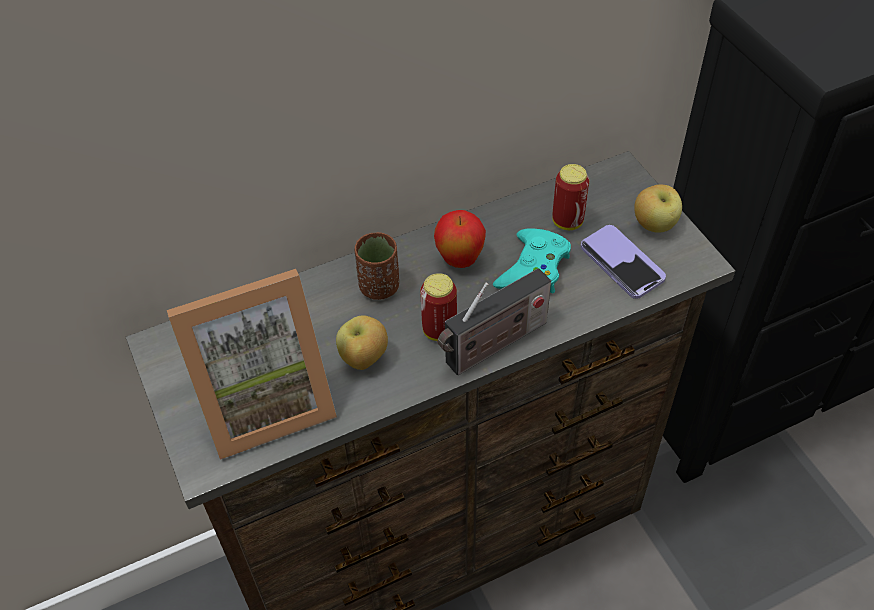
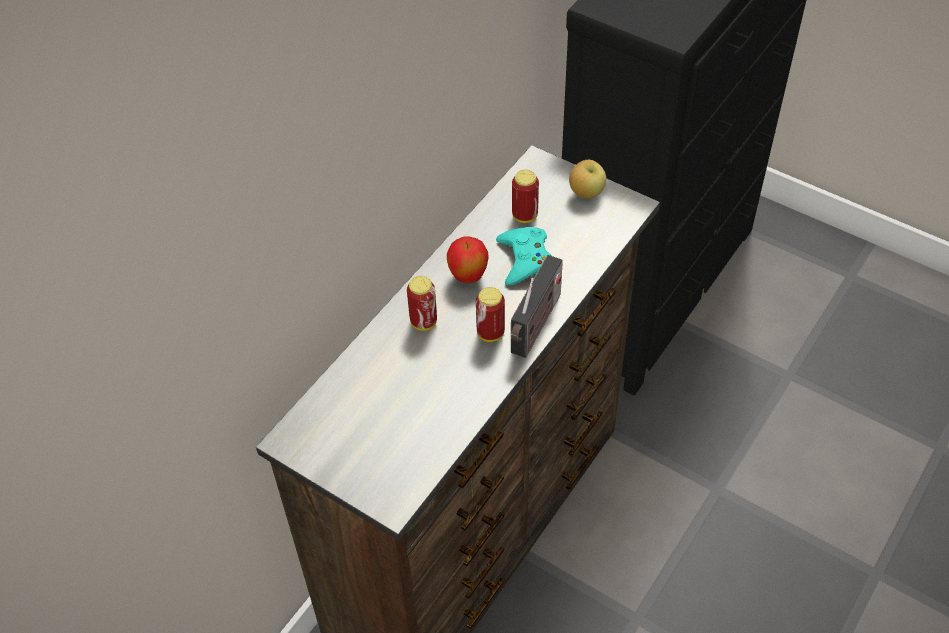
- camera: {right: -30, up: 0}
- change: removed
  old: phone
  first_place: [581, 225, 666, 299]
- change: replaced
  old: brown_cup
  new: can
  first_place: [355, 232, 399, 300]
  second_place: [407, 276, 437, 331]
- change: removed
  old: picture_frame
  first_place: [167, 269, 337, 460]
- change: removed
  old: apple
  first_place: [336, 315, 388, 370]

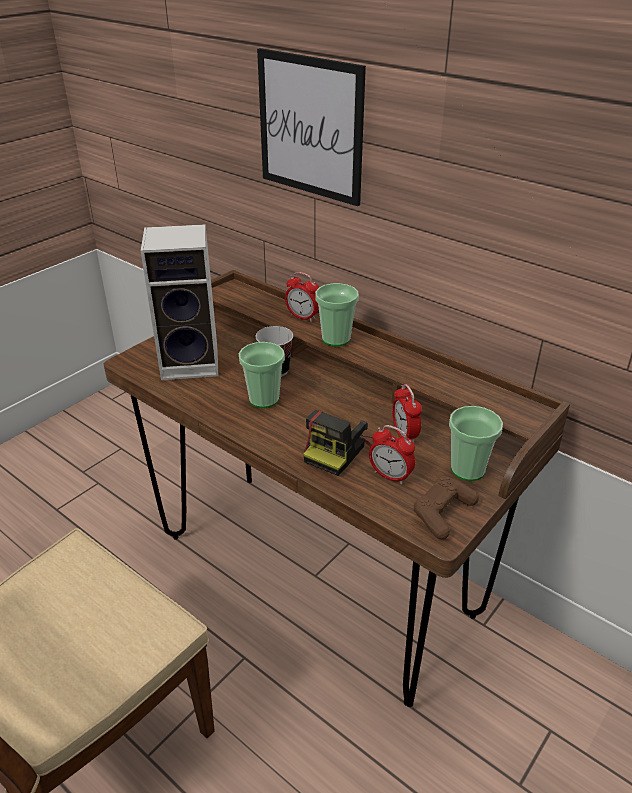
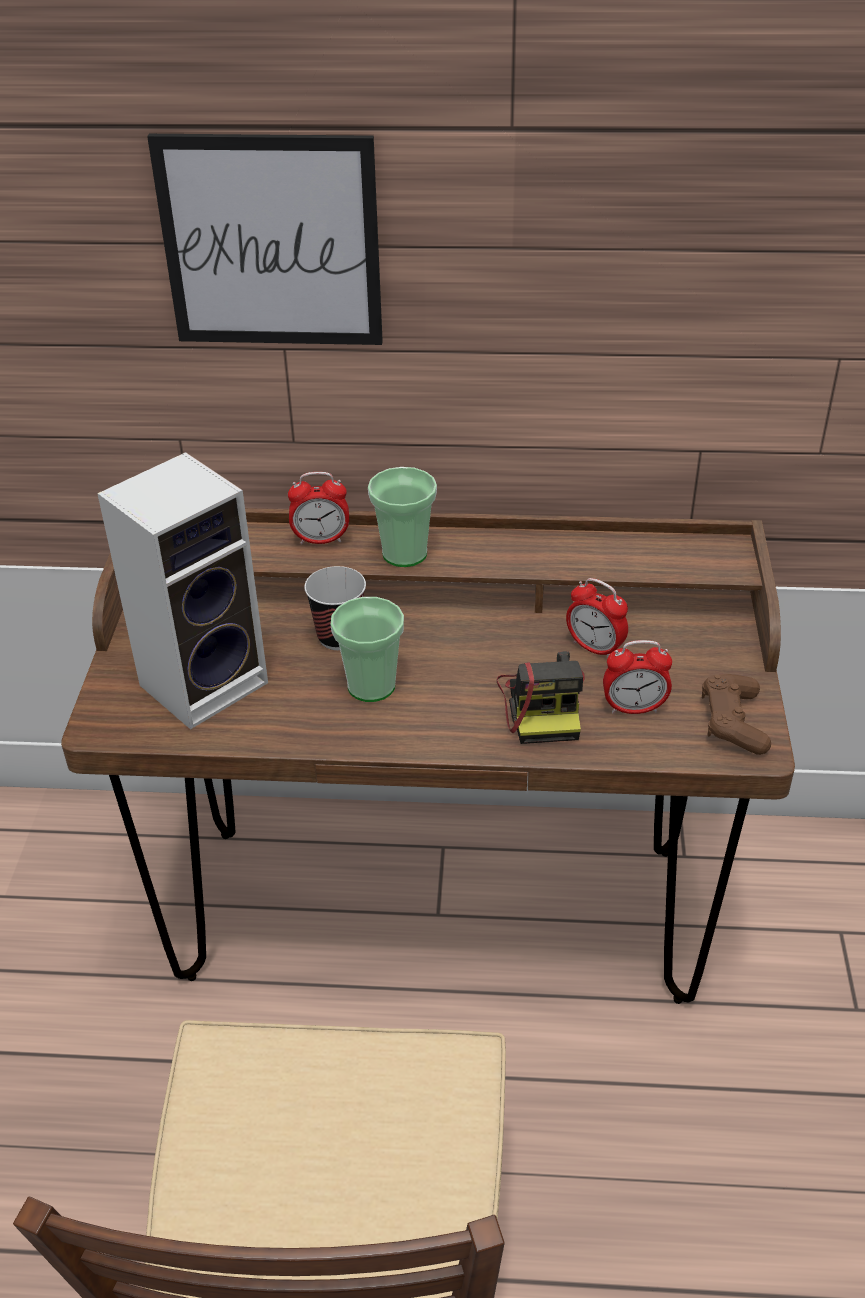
- camera: {right: -35, up: 5}
- change: removed
  old: cup
  first_place: [449, 406, 503, 481]

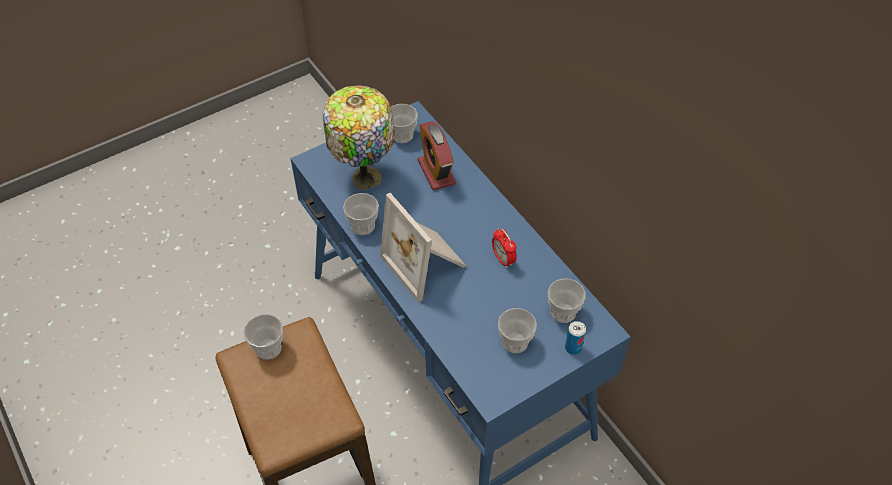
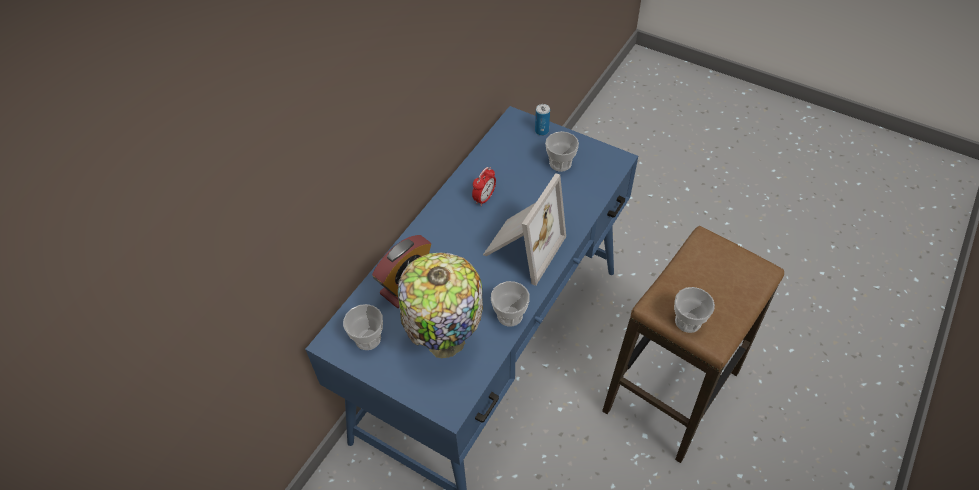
- camera: {right: -115, up: 0}
- change: removed
  old: cup
  first_place: [548, 278, 586, 323]

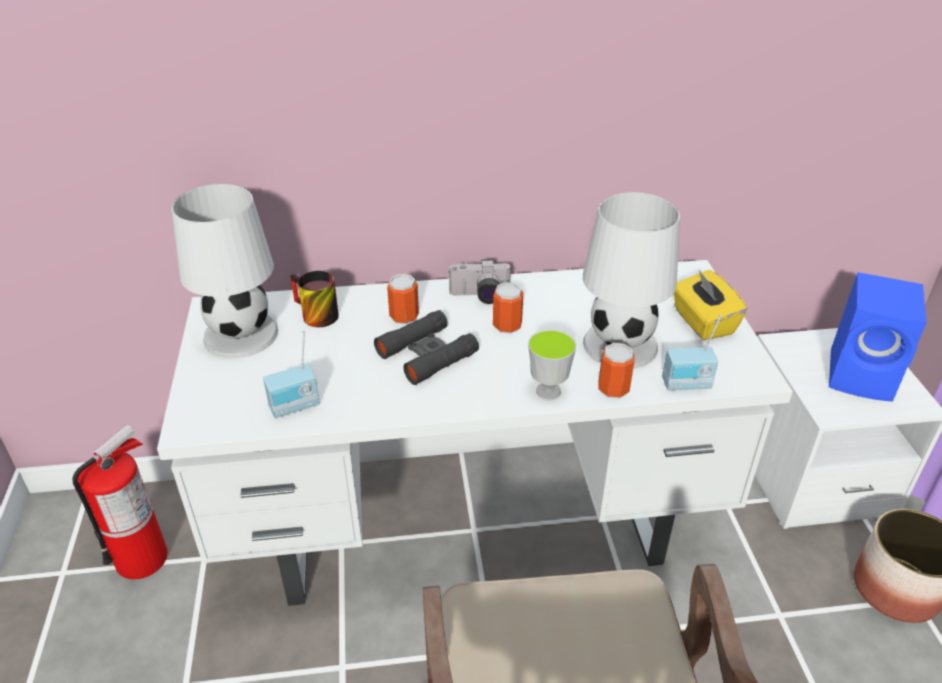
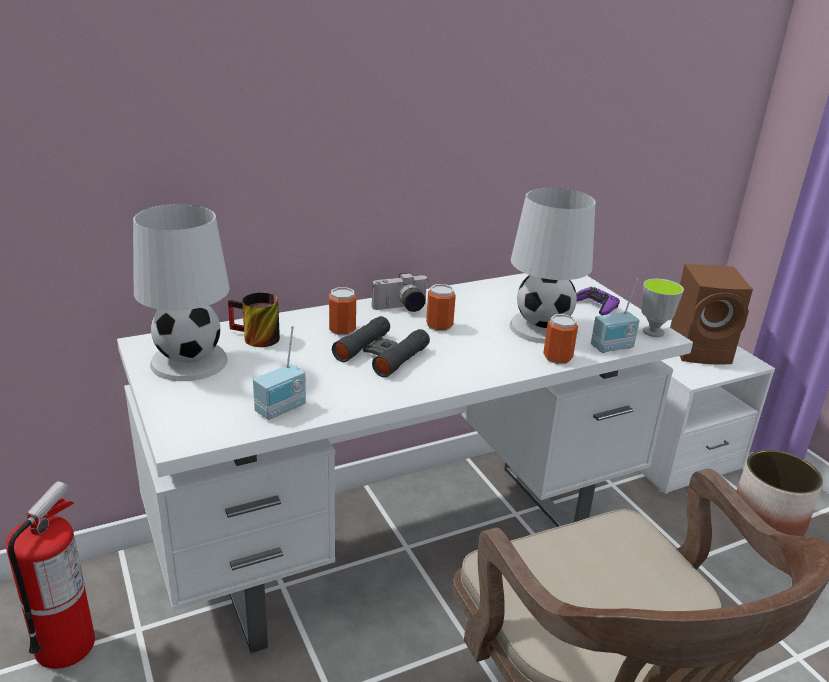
- camera: {right: -20, up: -10}
- change: replaced
  old: yellow_tissue_box
  new: purple_game_controller
  first_place: [674, 270, 747, 340]
  second_place: [576, 287, 620, 315]
- change: recoloured
  old: blue_speaker
  new: brown_speaker
  first_place: [829, 272, 927, 402]
  second_place: [670, 264, 753, 365]
- change: moved
  old: cup
  first_place: [528, 329, 576, 400]
  second_place: [642, 279, 684, 337]

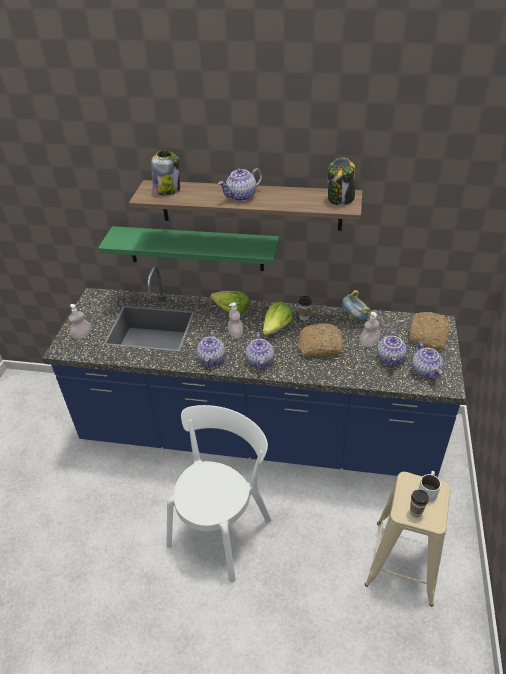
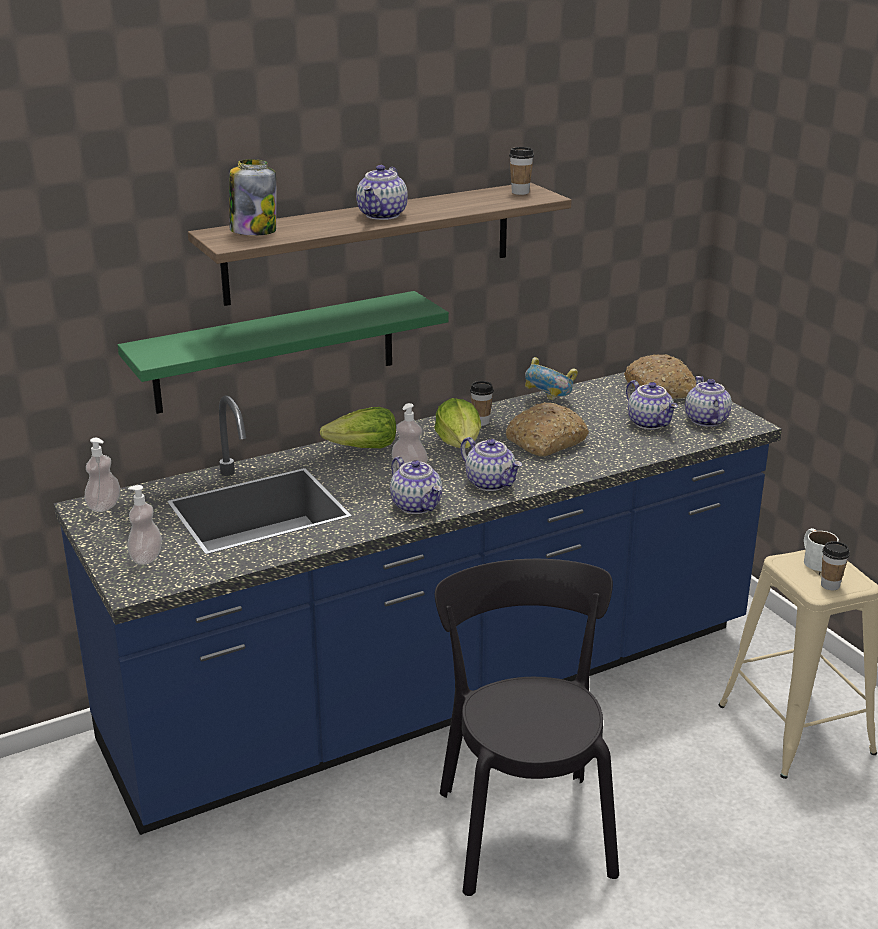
- camera: {right: -40, up: -15}
- change: replaced
  old: jar
  new: cup
  first_place: [328, 158, 355, 206]
  second_place: [509, 147, 534, 195]
- change: moved
  old: soap_dispenser
  first_place: [360, 312, 381, 347]
  second_place: [84, 438, 120, 512]
- change: turned
  old: teapot
  first_place: [412, 341, 443, 380]
  second_place: [685, 376, 732, 427]
  degrees: -135
- change: recoloured
  old: white_chair
  new: black_chair
  first_place: [166, 405, 272, 583]
  second_place: [435, 559, 619, 896]

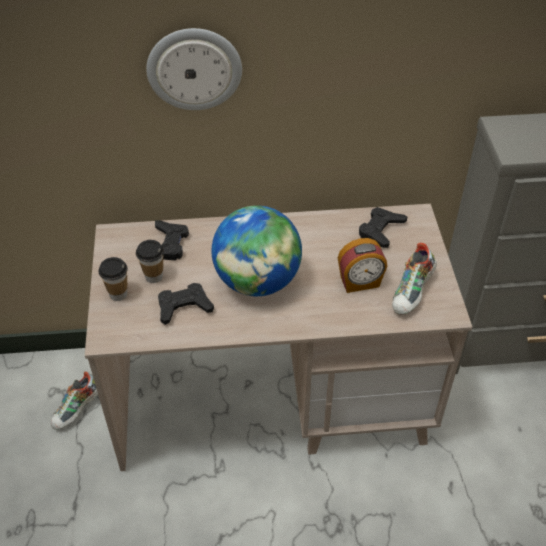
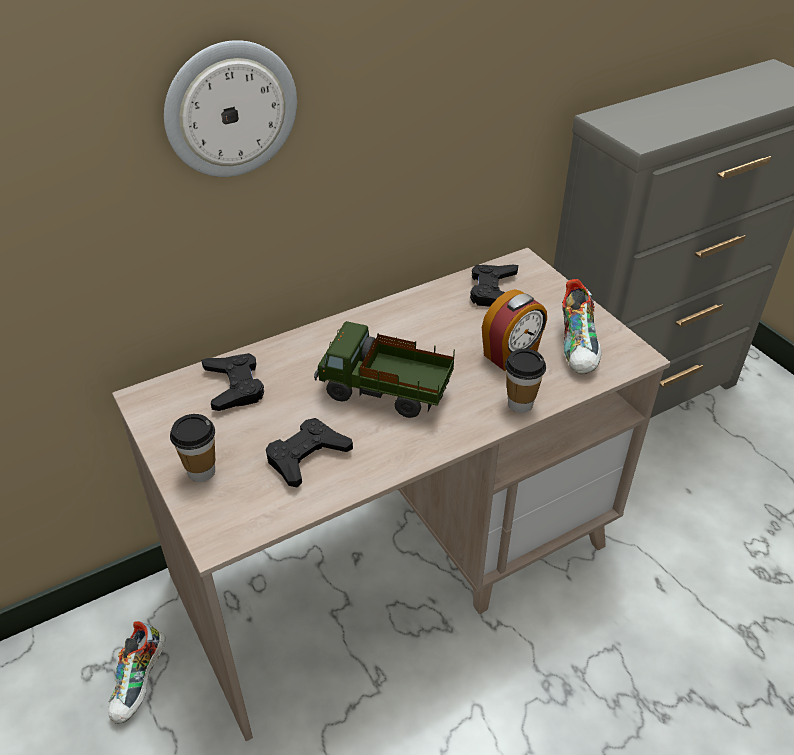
- camera: {right: -25, up: -5}
- change: replaced
  old: globe
  new: toy_truck
  first_place: [212, 206, 302, 296]
  second_place: [314, 321, 455, 418]
- change: moved
  old: cup
  first_place: [136, 240, 164, 283]
  second_place: [505, 349, 546, 413]

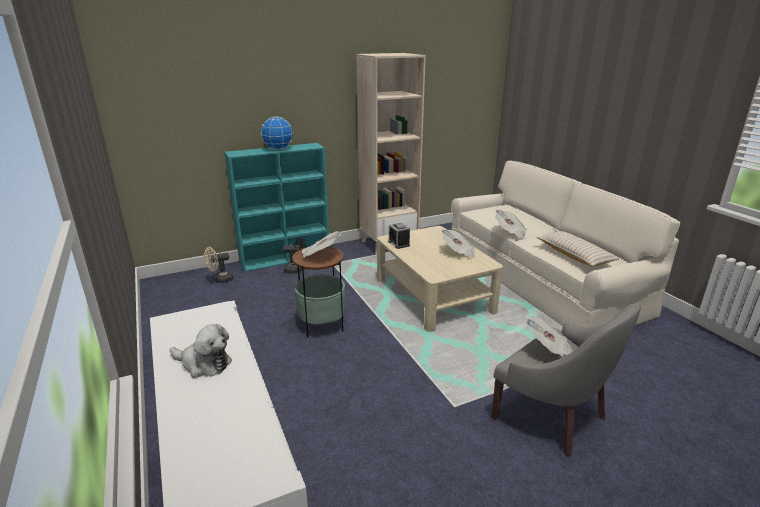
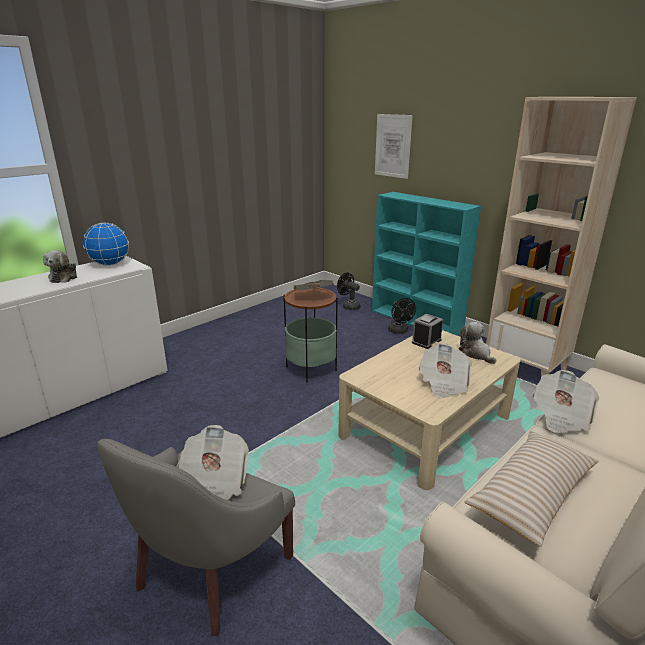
- camera: {right: 70, up: 0}
- change: moved
  old: globe
  first_place: [261, 116, 293, 149]
  second_place: [83, 222, 129, 266]
- change: recoloured
  old: beige_fan
  new: black_fan
  first_place: [204, 247, 234, 283]
  second_place: [337, 272, 361, 310]
- change: added
  new: picture
  second_place: [375, 114, 413, 179]
- change: added
  new: plush_toy
  second_place: [459, 322, 496, 364]

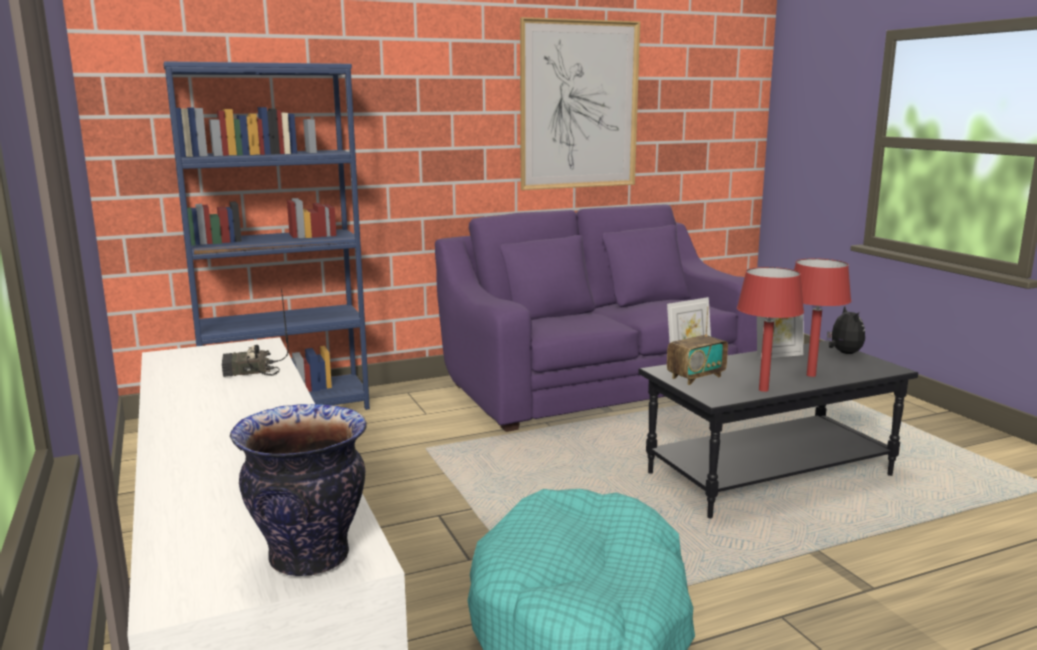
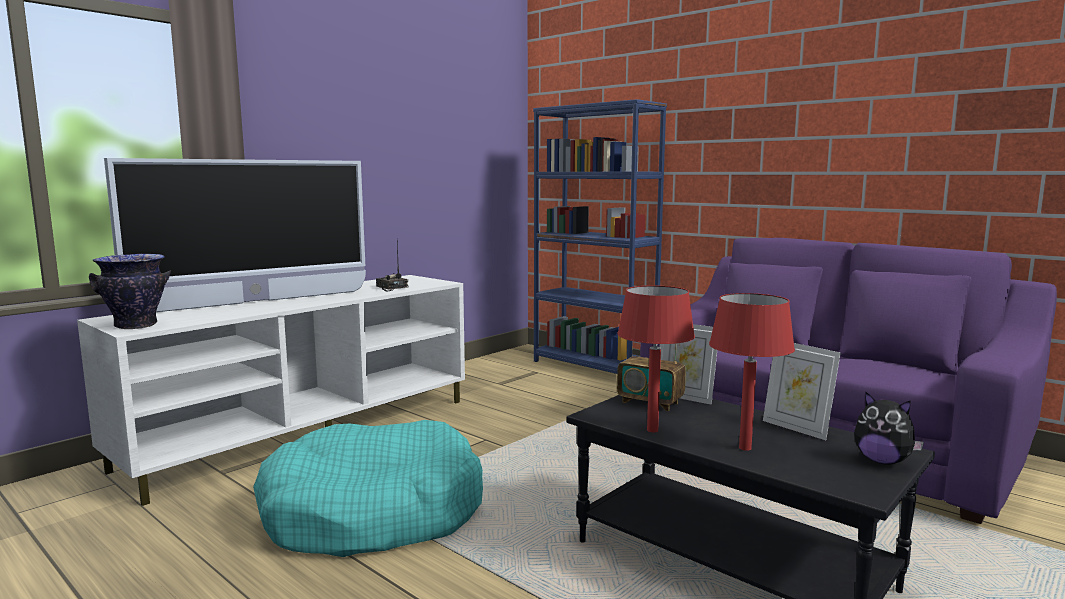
- camera: {right: 65, up: -5}
- change: removed
  old: picture
  first_place: [520, 17, 640, 190]
- change: turned
  old: plush_toy
  first_place: [827, 306, 865, 354]
  second_place: [854, 391, 924, 465]
  degrees: 75
- change: added
  new: television
  second_place: [104, 158, 366, 312]

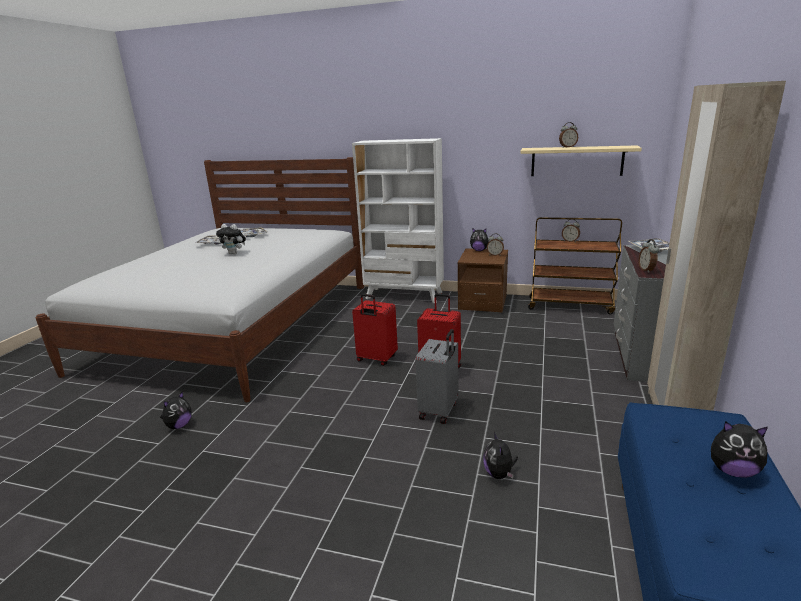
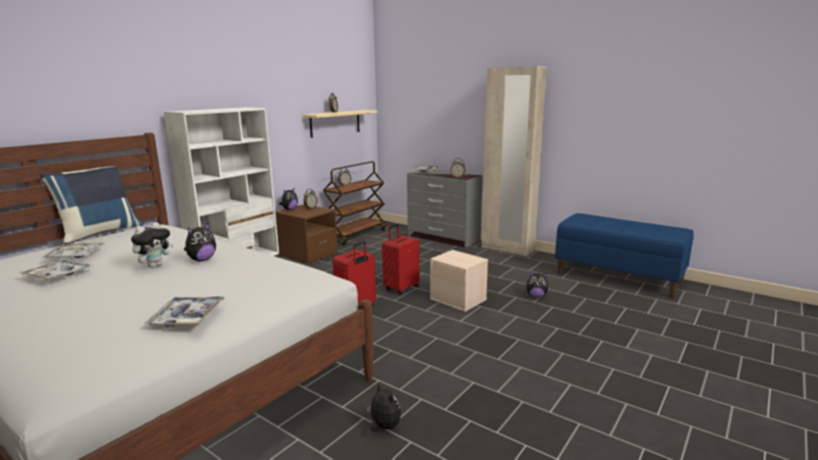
- camera: {right: -70, up: -5}
- change: replaced
  old: grey_suitcase
  new: beige_storage_box
  first_place: [416, 329, 458, 424]
  second_place: [430, 250, 488, 312]
- change: moved
  old: plush_toy
  first_place: [711, 421, 768, 478]
  second_place: [184, 222, 216, 261]
- change: added
  new: blue_pillow
  second_place: [39, 166, 143, 244]
- change: added
  new: tray
  second_place: [145, 296, 225, 328]

